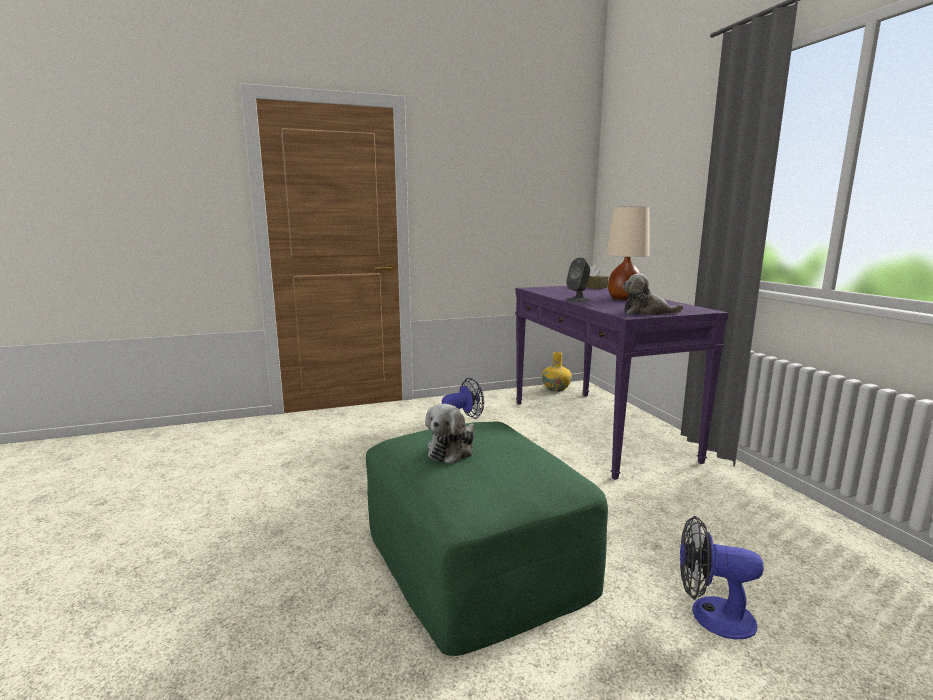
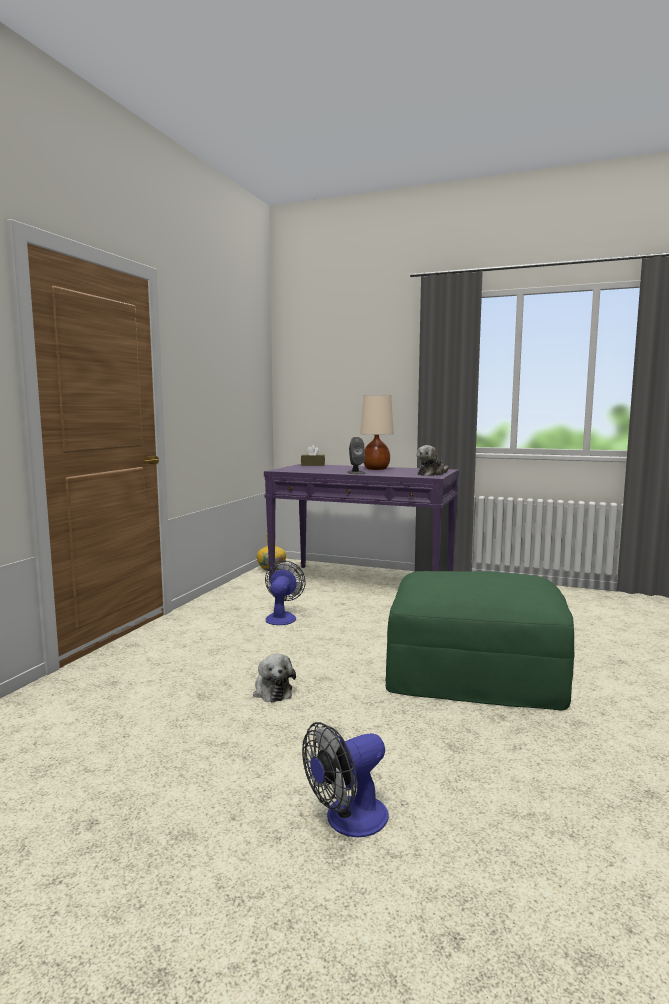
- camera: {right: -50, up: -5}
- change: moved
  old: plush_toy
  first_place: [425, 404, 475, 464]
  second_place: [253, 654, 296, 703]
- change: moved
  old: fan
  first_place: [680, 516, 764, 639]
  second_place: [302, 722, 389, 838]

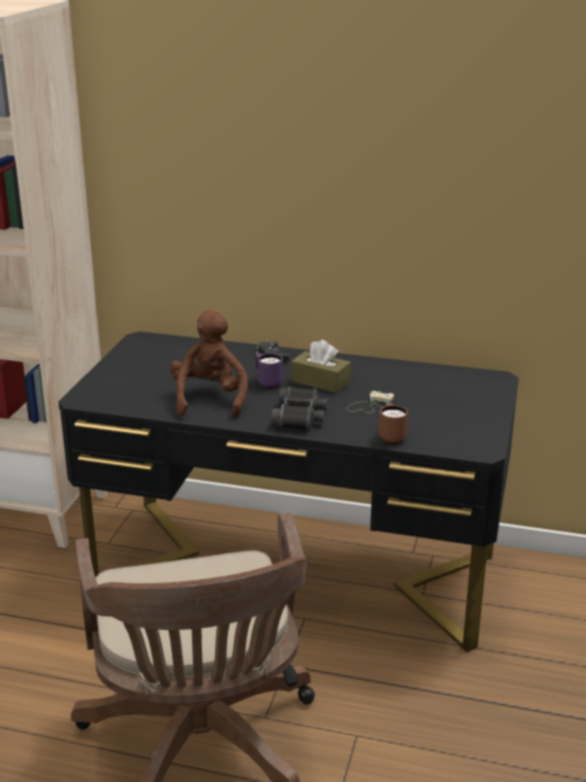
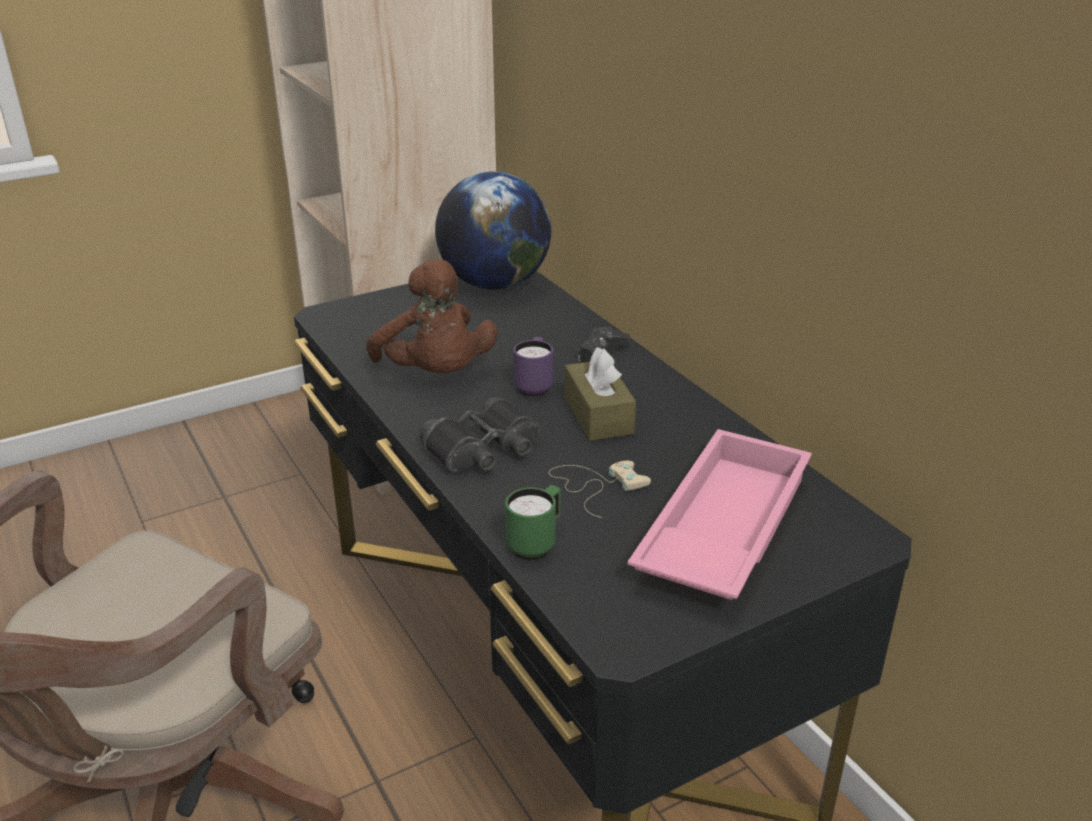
- camera: {right: 45, up: 5}
- change: turned
  old: brown_plush_toy
  first_place: [170, 310, 248, 418]
  second_place: [366, 259, 498, 373]
  degrees: 105
- change: recoloured
  old: brown_mug
  new: green_mug
  first_place: [379, 403, 408, 445]
  second_place: [505, 485, 561, 559]
- change: added
  new: globe
  second_place: [435, 171, 551, 290]
- change: added
  new: pink_tray
  second_place: [627, 429, 812, 600]

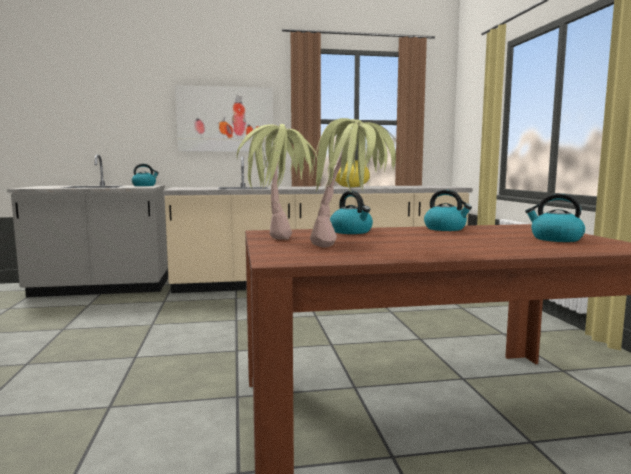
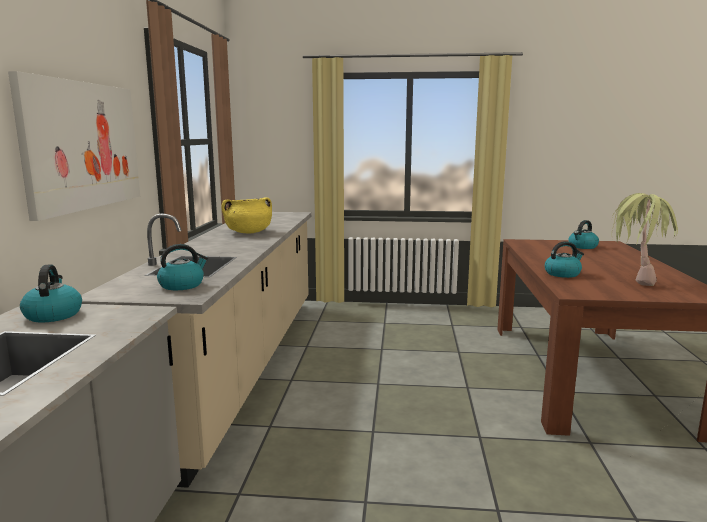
- camera: {right: -75, up: 5}
- change: removed
  old: potted_plant
  first_place: [237, 124, 317, 240]
- change: moved
  old: kettle
  first_place: [424, 190, 472, 231]
  second_place: [157, 244, 208, 290]

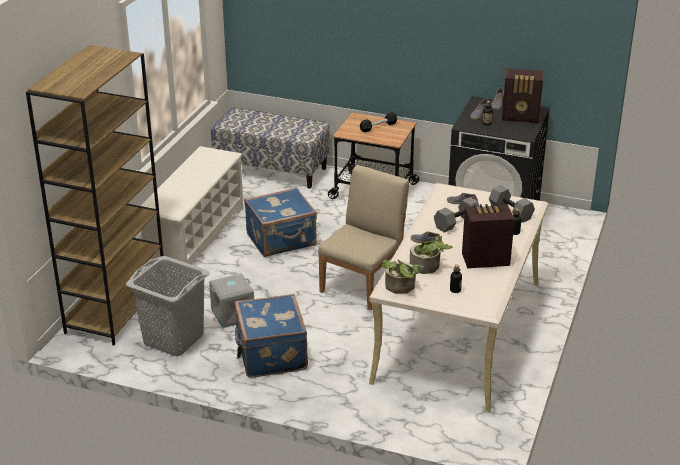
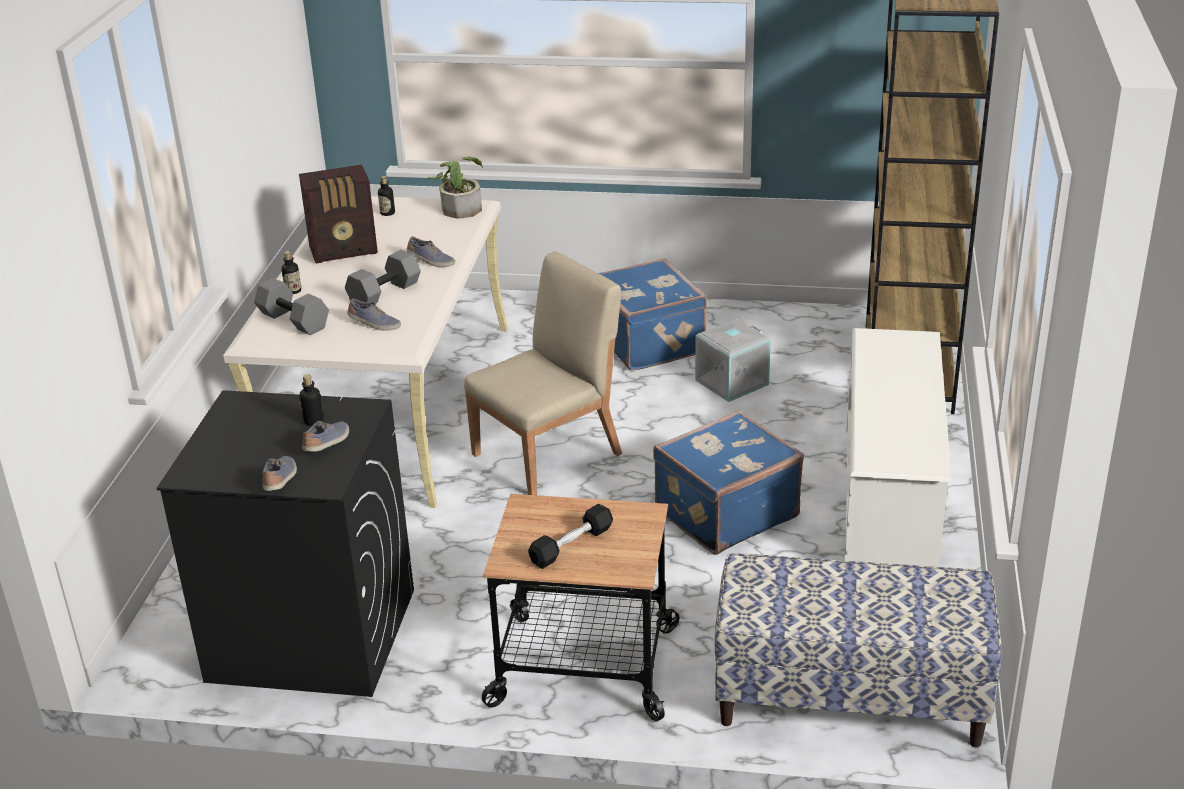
- camera: {right: 170, up: 0}
- change: removed
  old: radio
  first_place: [502, 69, 544, 123]
- change: turned
  old: beige_chair
  first_place: [318, 165, 409, 311]
  second_place: [464, 251, 622, 495]
  degrees: -150
- change: removed
  old: potted_plant
  first_place: [410, 236, 453, 274]
- change: removed
  old: grey_laundry_basket
  first_place: [126, 256, 209, 357]

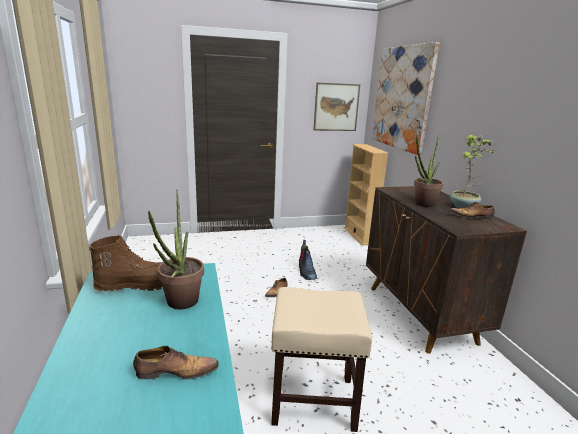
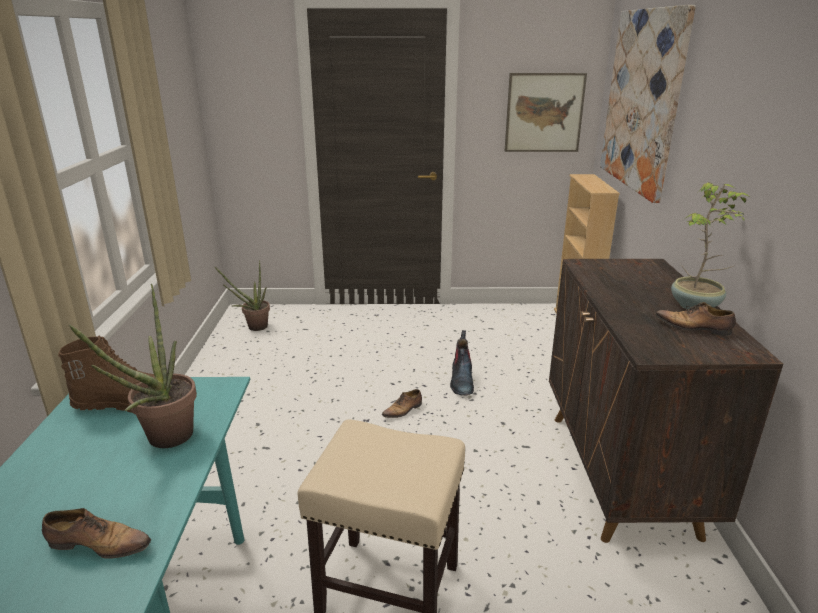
- camera: {right: 15, up: 5}
- change: moved
  old: potted_plant
  first_place: [414, 134, 443, 207]
  second_place: [214, 260, 270, 331]

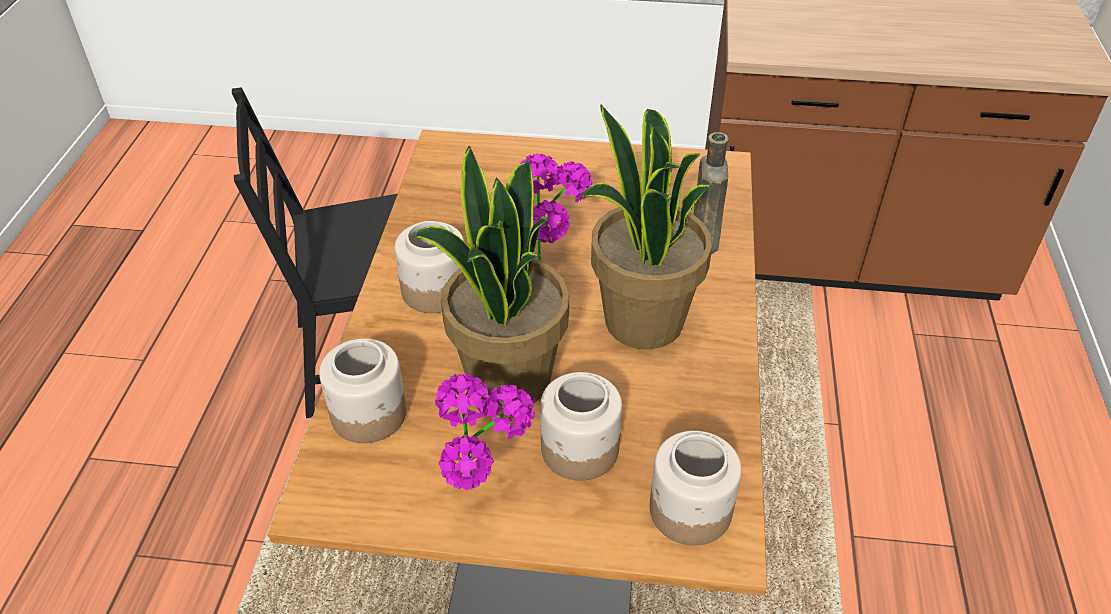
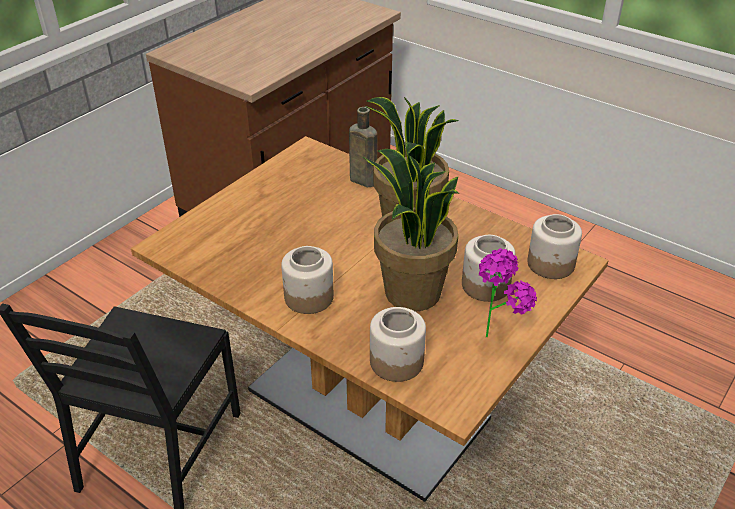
- camera: {right: -60, up: -5}
- change: removed
  old: potted_plant
  first_place: [520, 153, 593, 260]

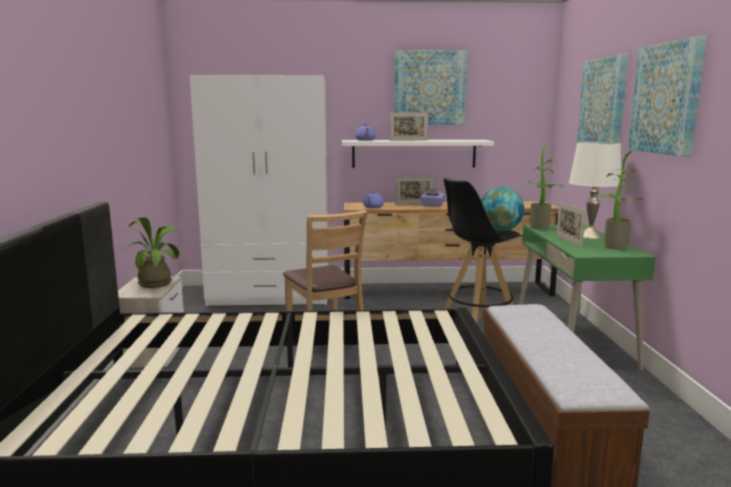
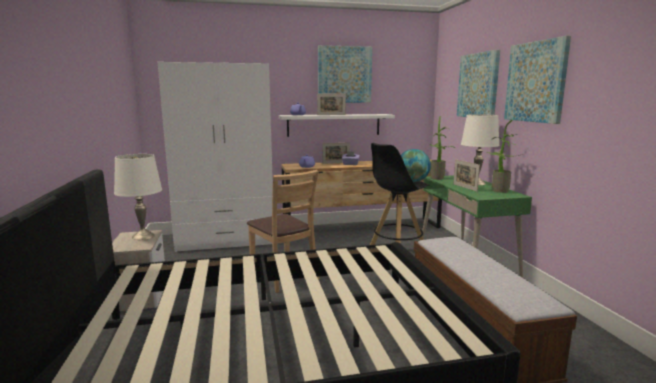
- camera: {right: -10, up: 0}
- change: replaced
  old: potted_plant
  new: white_table_lamp
  first_place: [124, 218, 179, 288]
  second_place: [114, 154, 162, 240]

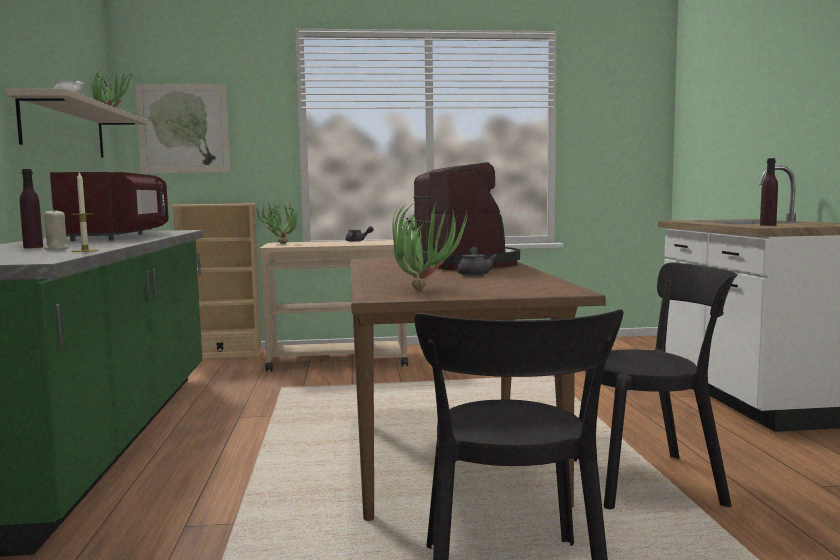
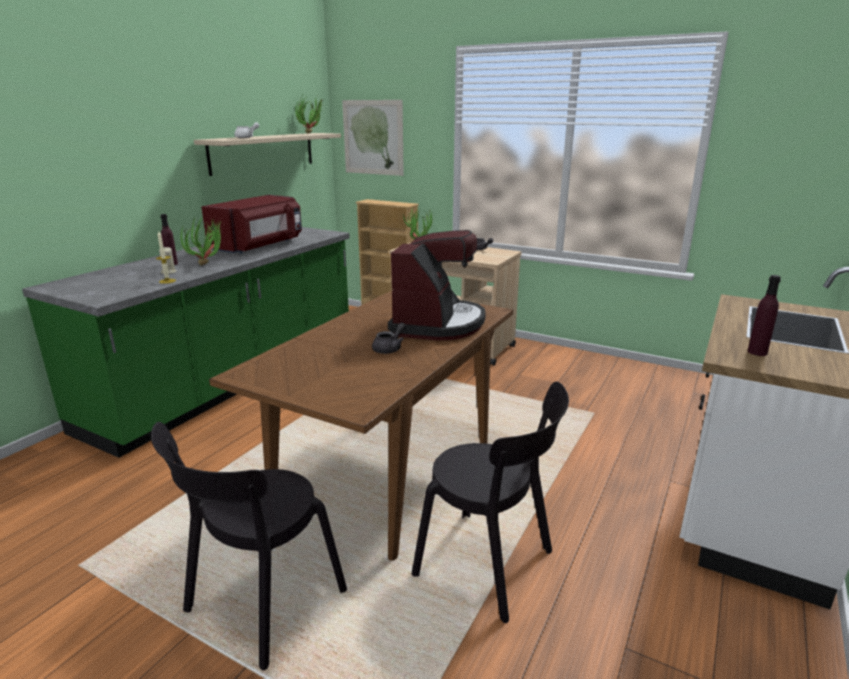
- camera: {right: 35, up: 15}
- change: moved
  old: potted_plant
  first_place: [392, 202, 467, 291]
  second_place: [181, 215, 223, 265]

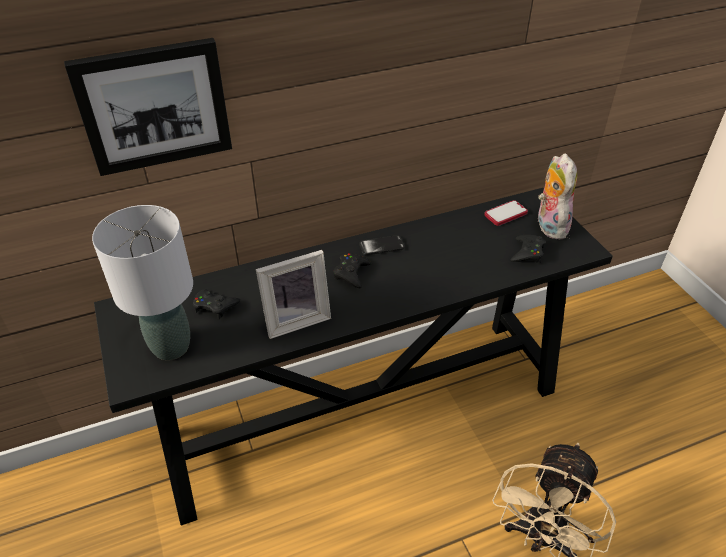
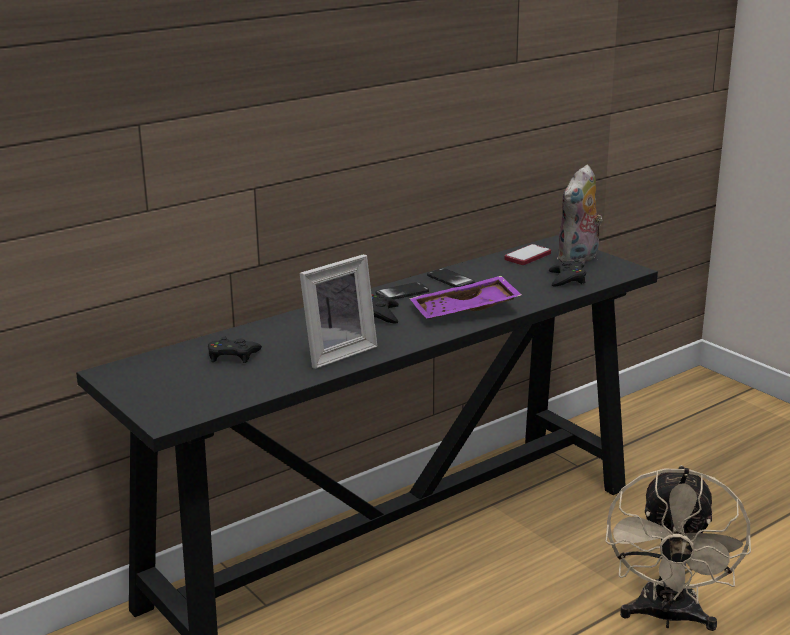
- camera: {right: -15, up: -20}
- change: removed
  old: picture
  first_place: [64, 38, 232, 176]
- change: turned
  old: plush_toy
  first_place: [538, 153, 577, 239]
  second_place: [557, 165, 603, 264]
  degrees: -120
- change: removed
  old: grey_table_lamp
  first_place: [92, 205, 193, 360]
- change: added
  new: phone
  second_place: [427, 268, 475, 288]
- change: added
  new: purple_tray
  second_place: [409, 276, 522, 319]

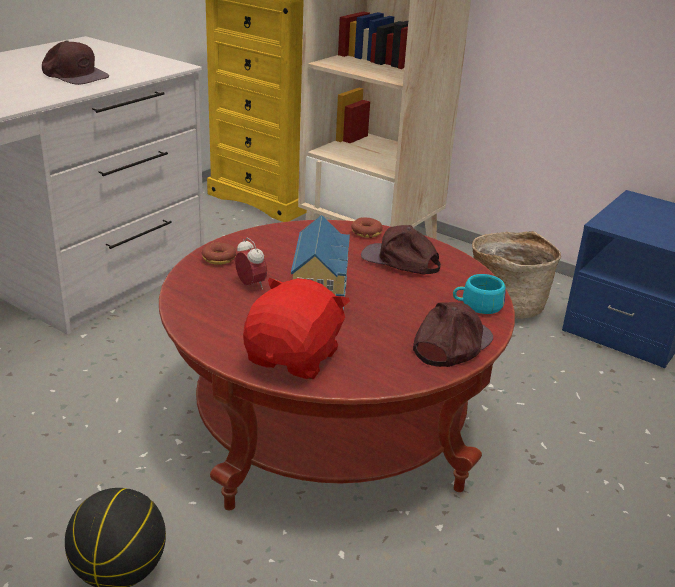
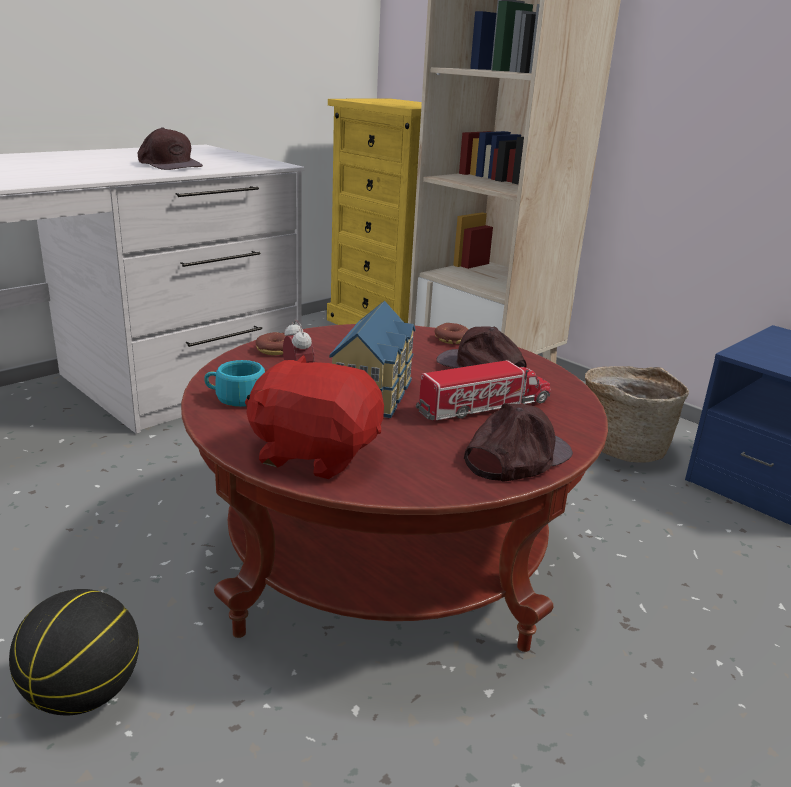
- camera: {right: 10, up: -5}
- change: moved
  old: turquoise_cup
  first_place: [453, 274, 506, 314]
  second_place: [204, 360, 265, 407]
- change: turned
  old: red_plush_toy
  first_place: [243, 278, 350, 379]
  second_place: [245, 355, 384, 479]
  degrees: -105
- change: added
  new: toy_truck
  second_place: [416, 360, 551, 421]

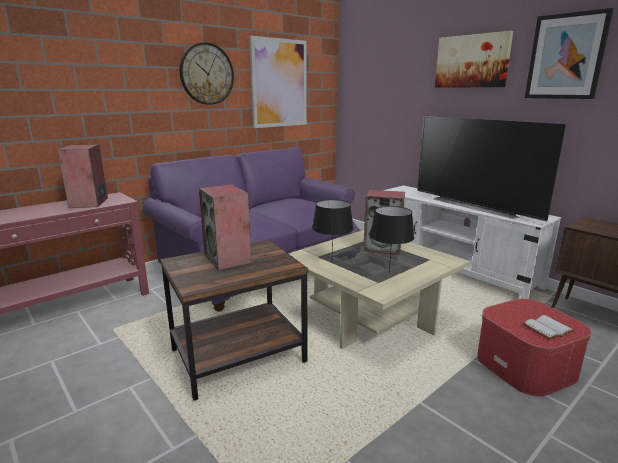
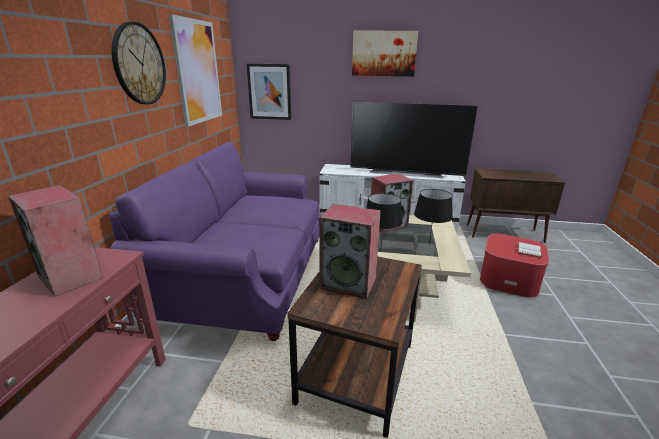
- camera: {right: -40, up: 5}
- change: moved
  old: picture
  first_place: [525, 8, 613, 99]
  second_place: [247, 64, 291, 120]

